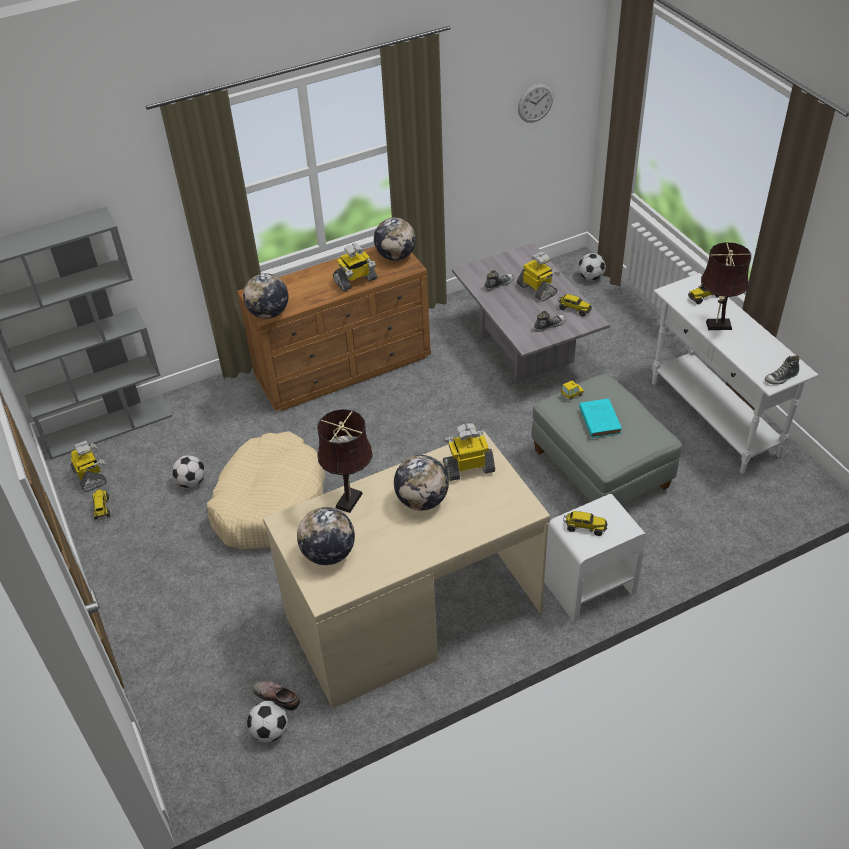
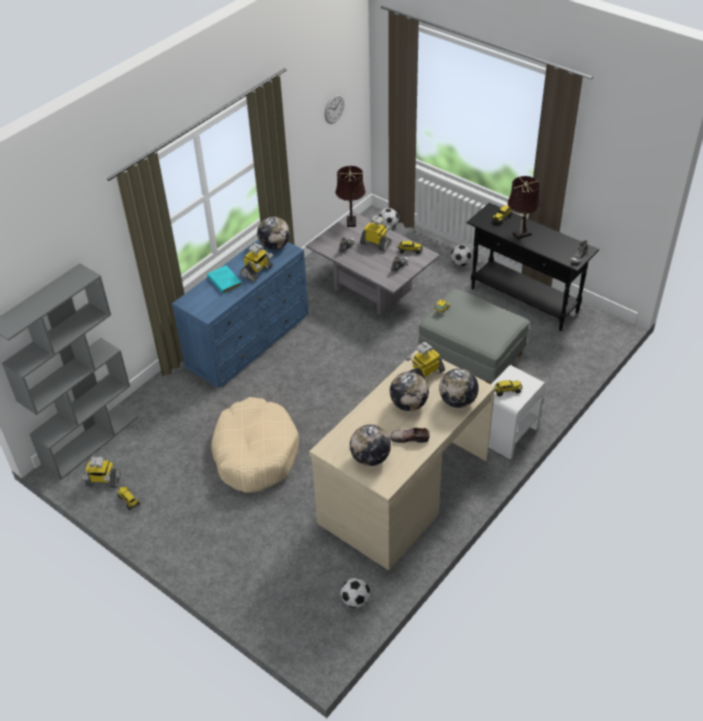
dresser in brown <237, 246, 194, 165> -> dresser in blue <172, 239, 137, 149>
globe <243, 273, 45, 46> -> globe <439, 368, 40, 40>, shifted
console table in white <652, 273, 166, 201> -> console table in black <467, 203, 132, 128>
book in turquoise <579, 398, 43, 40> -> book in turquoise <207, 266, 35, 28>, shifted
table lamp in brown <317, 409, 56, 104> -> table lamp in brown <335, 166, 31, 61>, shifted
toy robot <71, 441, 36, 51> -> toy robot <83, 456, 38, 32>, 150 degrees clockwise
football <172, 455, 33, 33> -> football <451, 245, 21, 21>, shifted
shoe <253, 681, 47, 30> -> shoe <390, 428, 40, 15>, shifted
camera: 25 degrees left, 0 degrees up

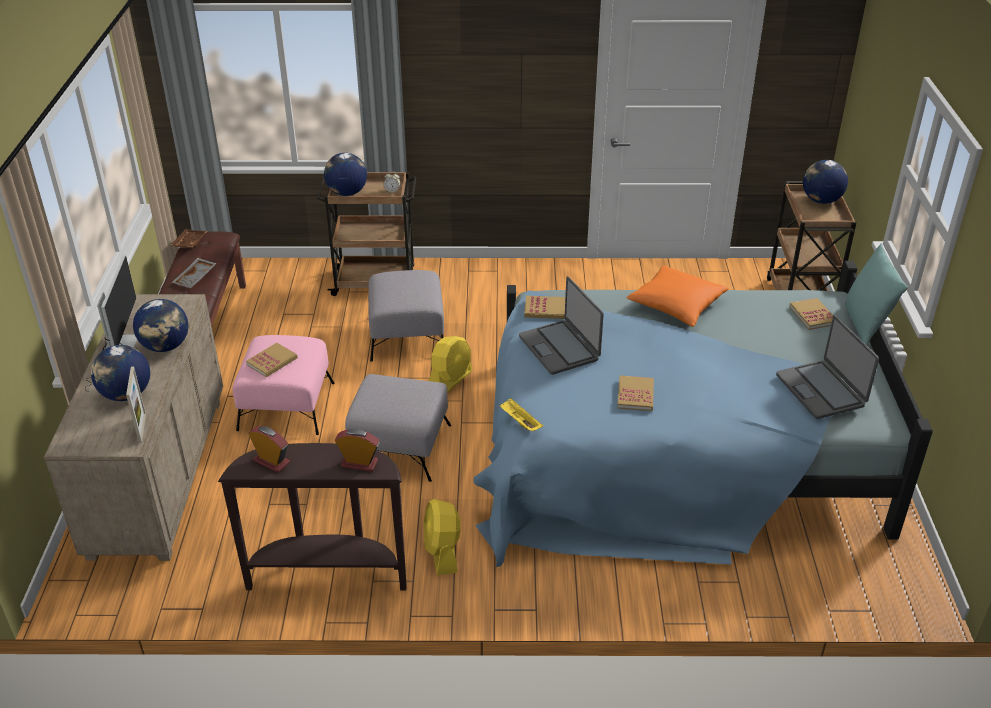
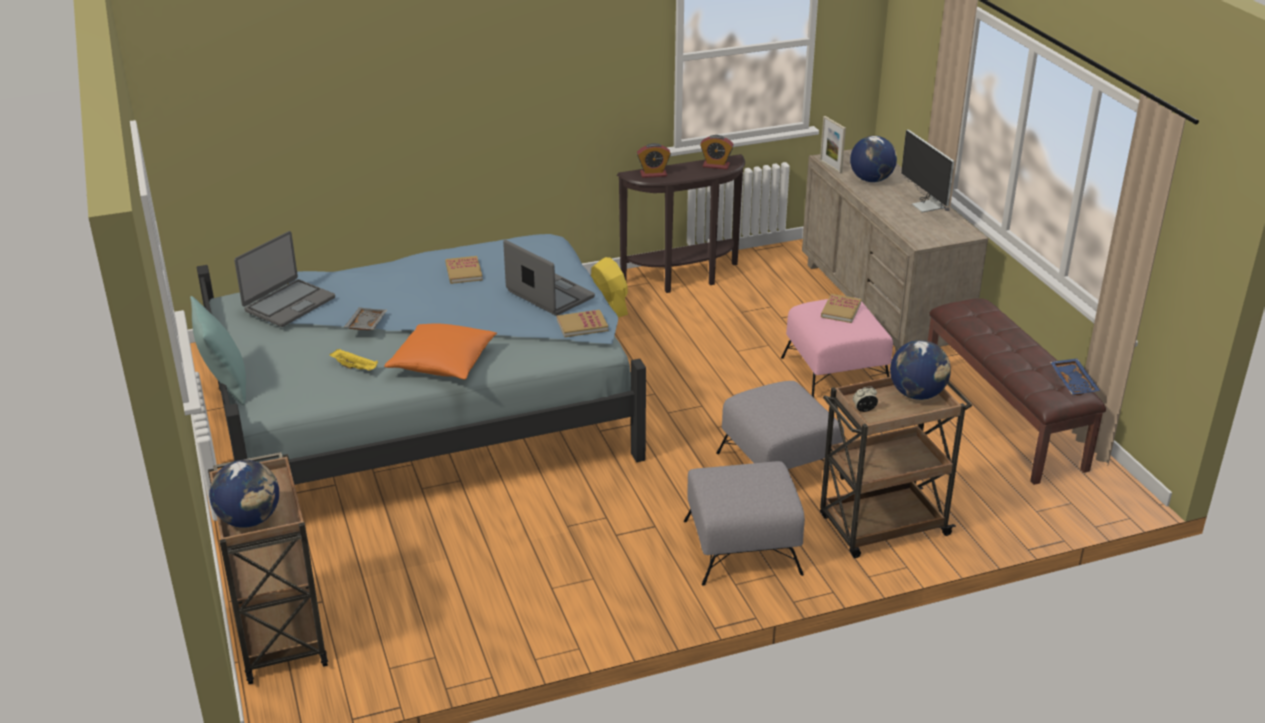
tray in brown <171, 229, 36, 19> -> tray in blue <1050, 358, 50, 37>
tray in grey <172, 258, 45, 30> -> tray in grey <344, 307, 43, 23>, shifted
book <789, 298, 44, 32> -> none
globe <133, 299, 55, 53> -> none
laptop <776, 316, 103, 103> -> laptop <234, 231, 101, 96>, 75 degrees clockwise
fan in yellow <429, 336, 44, 57> -> none
ottoman in grey <345, 374, 106, 108> -> ottoman in grey <684, 461, 121, 125>, shifted
tray in yellow <499, 398, 44, 33> -> tray in yellow <329, 349, 49, 22>, shifted
camera: 160 degrees right, 5 degrees down

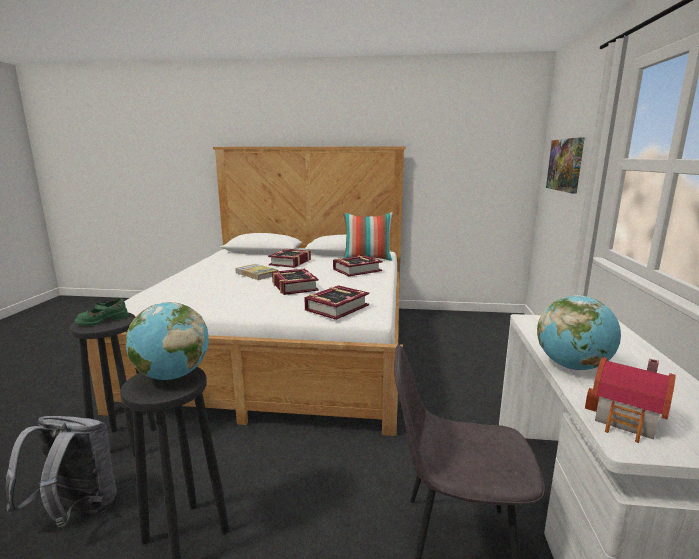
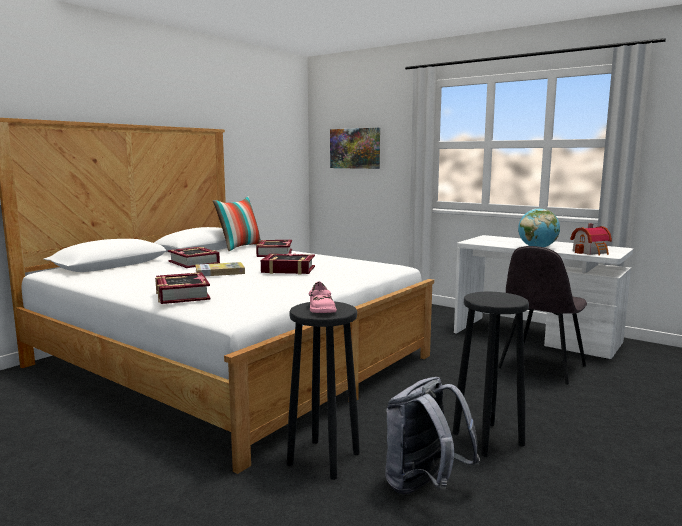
book <304, 285, 65, 35> -> book <155, 272, 56, 32>, shifted
shoe in green <75, 298, 53, 28> -> shoe in pink <309, 282, 28, 31>
globe <126, 302, 83, 78> -> none
camera: 60 degrees left, 5 degrees down

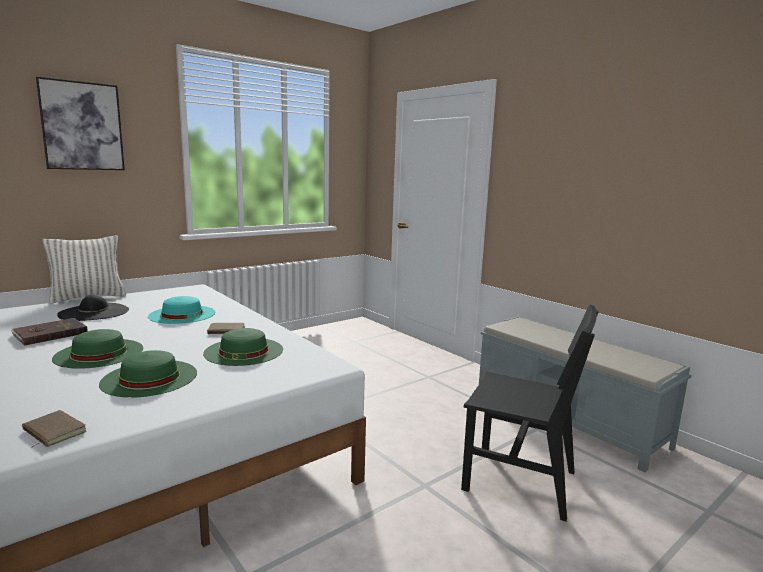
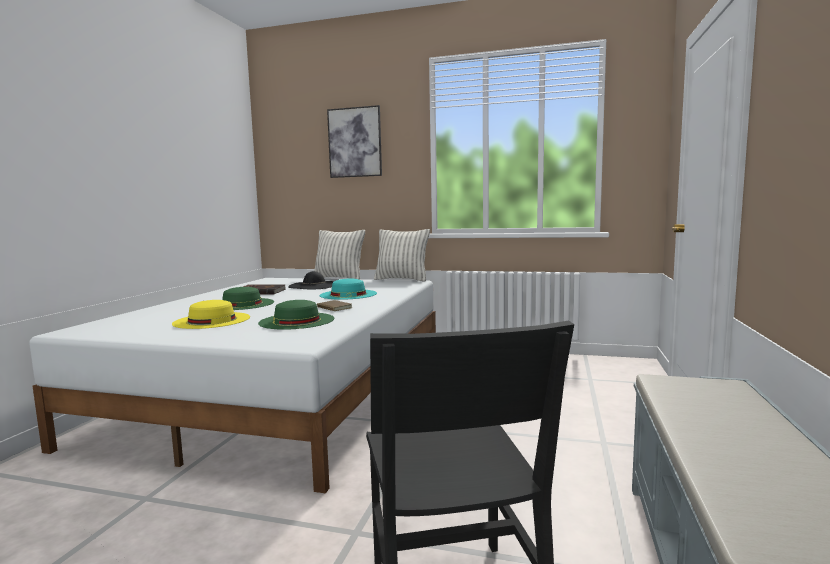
hat in green <99, 350, 98, 48> -> hat in yellow <172, 300, 78, 29>
book in brown <22, 410, 65, 38> -> none
none -> pillow <374, 229, 56, 53>
camera: 55 degrees right, 5 degrees down

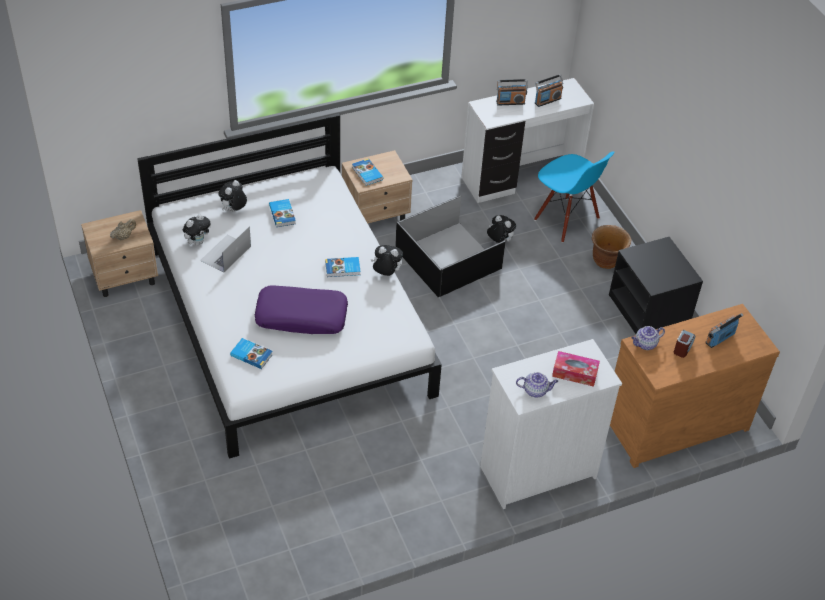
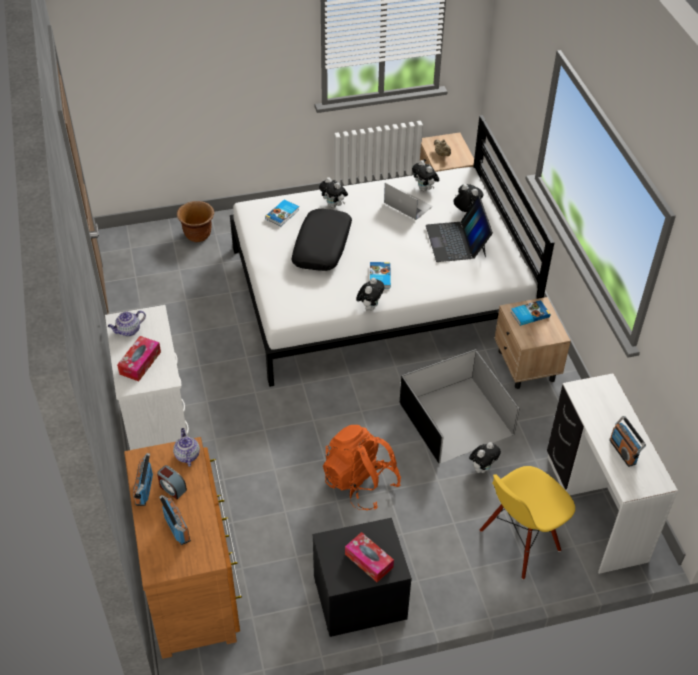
radio <496, 79, 32, 26> -> radio <133, 453, 20, 53>, shifted
chair in blue <534, 151, 81, 92> -> chair in yellow <480, 466, 95, 114>
book <269, 199, 27, 28> -> laptop <426, 196, 67, 66>
planter in brown <592, 225, 39, 44> -> planter in brown <177, 201, 37, 41>, shifted
pillow in purple <255, 286, 93, 48> -> pillow in black <292, 209, 60, 62>
teapot <516, 372, 42, 25> -> teapot <108, 310, 38, 26>, 45 degrees clockwise
none -> plush toy <319, 177, 29, 31>
none -> backpack in orange <323, 425, 78, 85>
none -> tissue box <345, 532, 49, 50>
camera: 100 degrees right, 0 degrees up

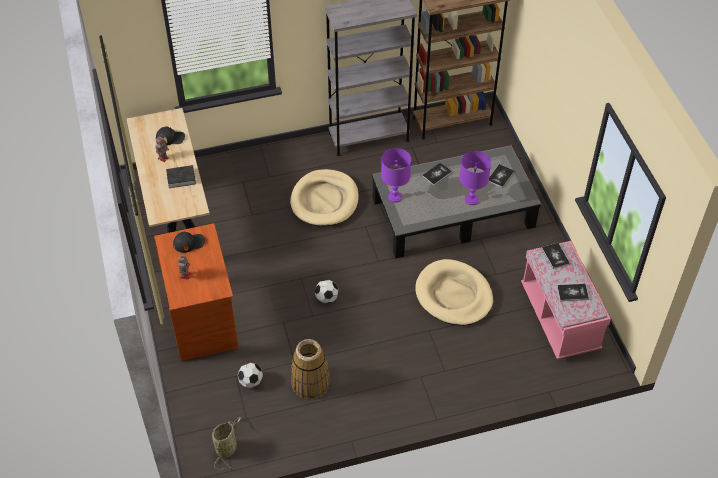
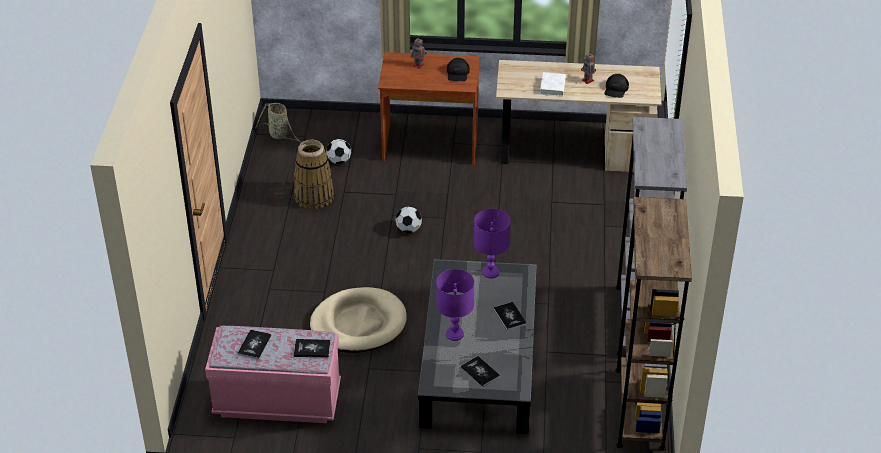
book in black <166, 165, 30, 23> -> book in white <540, 72, 26, 25>
dog bed in beige <290, 169, 69, 58> -> none
camera: 110 degrees right, 10 degrees down

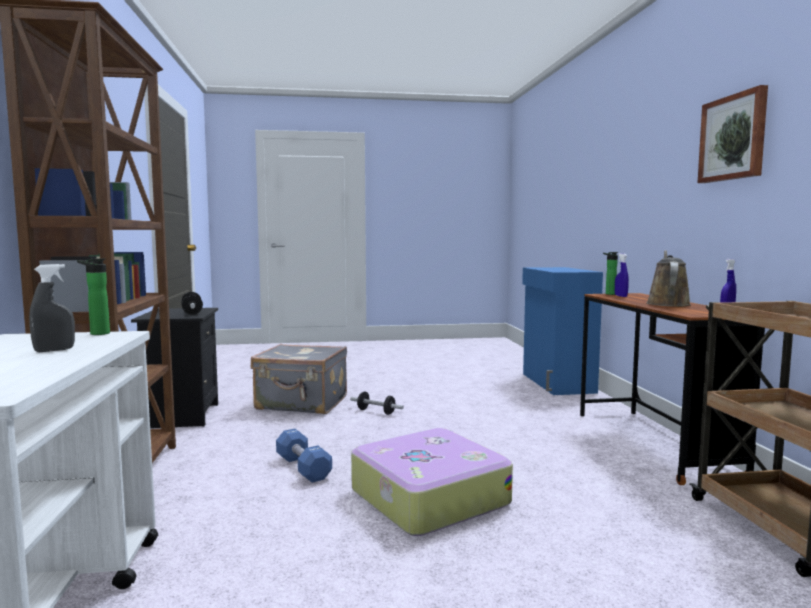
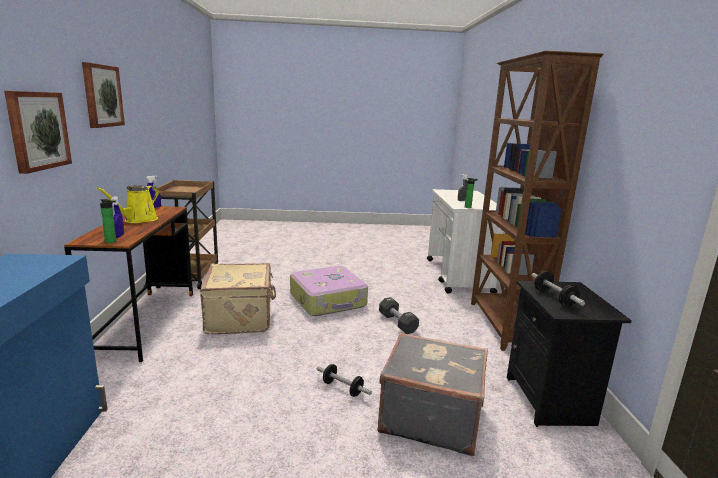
watering can in brown <646, 250, 45, 57> -> watering can in yellow <96, 185, 63, 38>
dumbbell in blue <276, 429, 56, 54> -> dumbbell in black <379, 297, 40, 37>
none -> picture <4, 91, 68, 83>
none -> suitcase in beige <200, 263, 76, 71>
camera: 175 degrees left, 10 degrees up

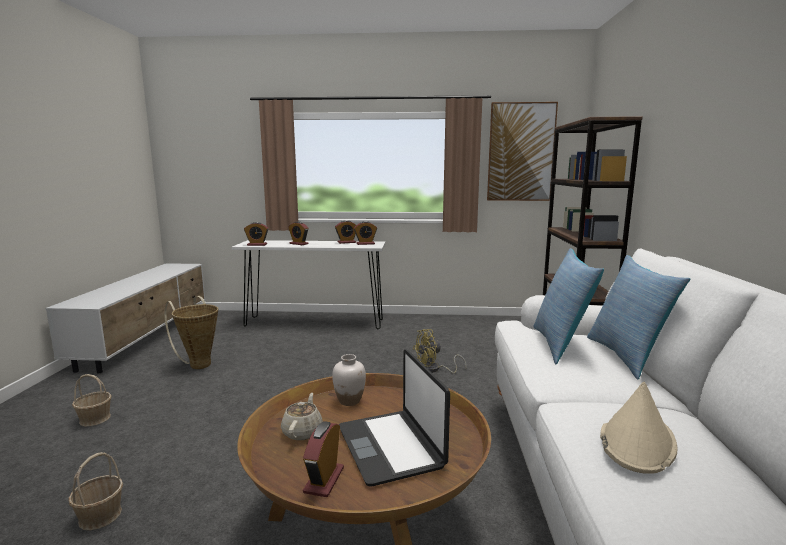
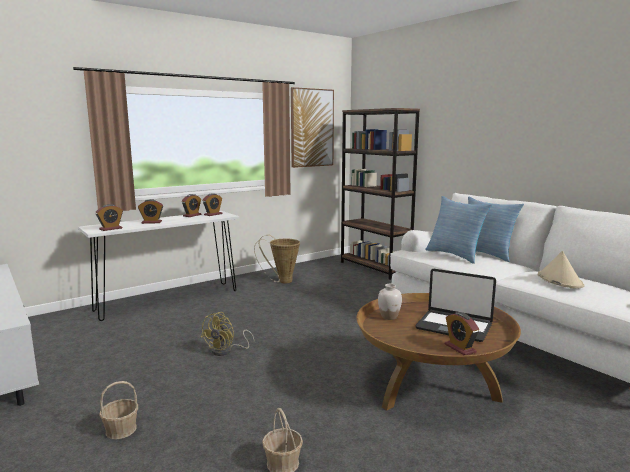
basket <164, 296, 54, 73> -> basket <254, 235, 46, 48>, shifted
fan in yellow <413, 329, 54, 44> -> fan in yellow <201, 312, 53, 44>, shifted
teapot in beige <281, 393, 42, 47> -> none
camera: 40 degrees left, 0 degrees up

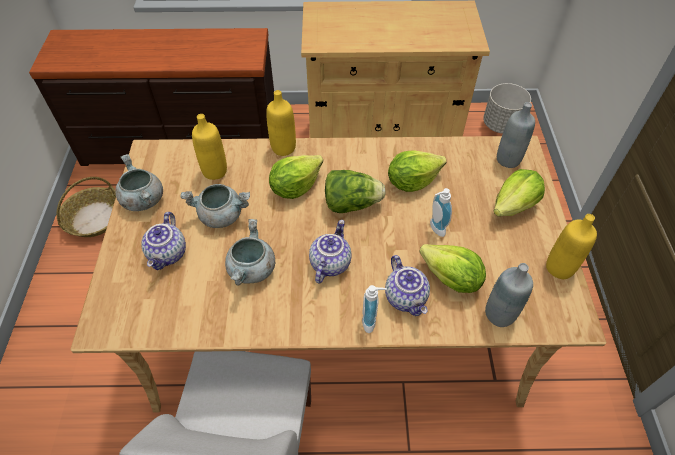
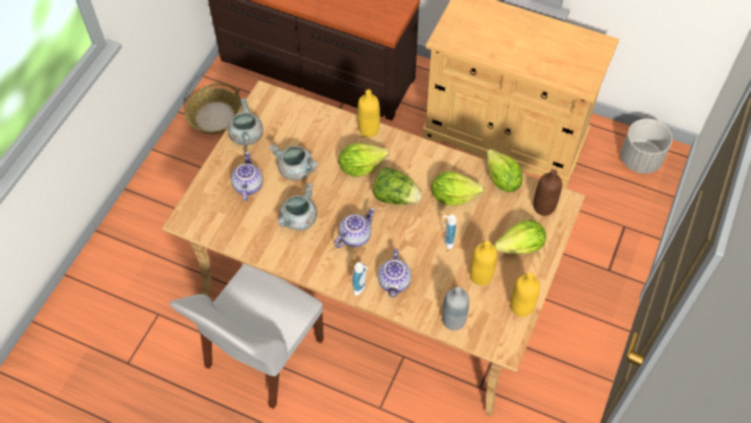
bottle in grey <497, 102, 38, 66> -> bottle in brown <533, 169, 29, 47>
bottle in yellow <192, 114, 35, 66> -> bottle in yellow <470, 241, 27, 45>, shifted
teapot <141, 212, 45, 58> -> teapot <231, 152, 32, 49>, 150 degrees clockwise
lettuce <419, 244, 67, 49> -> lettuce <487, 149, 35, 43>, shifted
camera: 25 degrees right, 5 degrees up

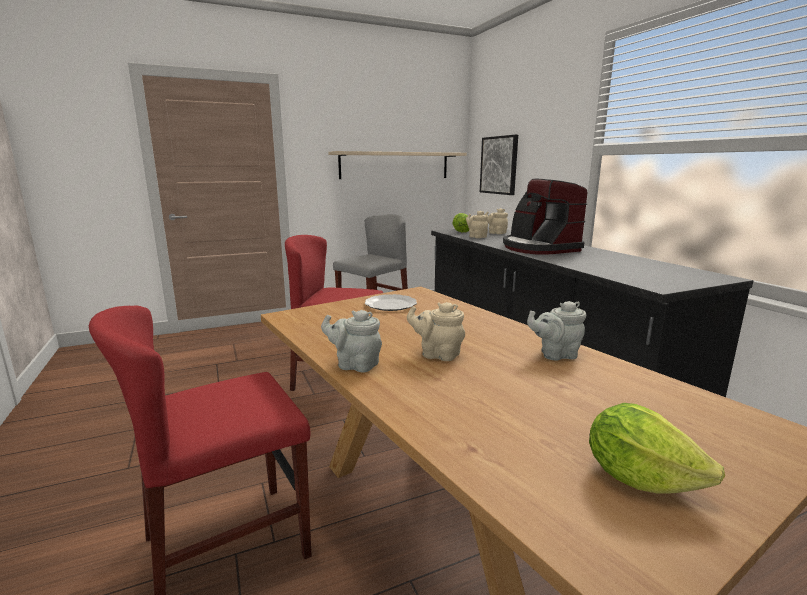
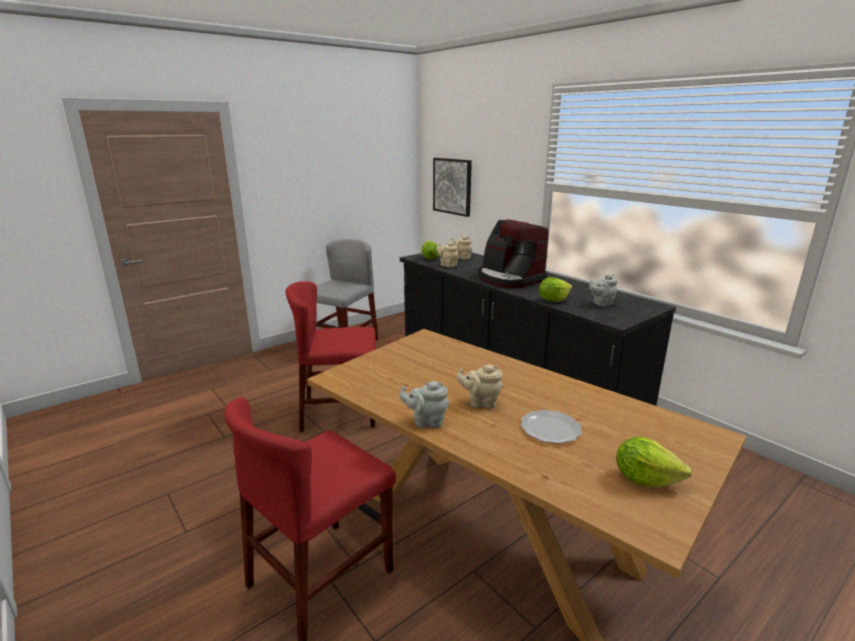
shelf in beige <328, 151, 139, 28> -> none
plate <365, 294, 52, 17> -> plate <521, 410, 61, 34>, shifted
teapot in grey <527, 301, 59, 60> -> teapot in grey <589, 274, 29, 33>, shifted
none -> lettuce <539, 277, 33, 25>
camera: 15 degrees left, 5 degrees up

